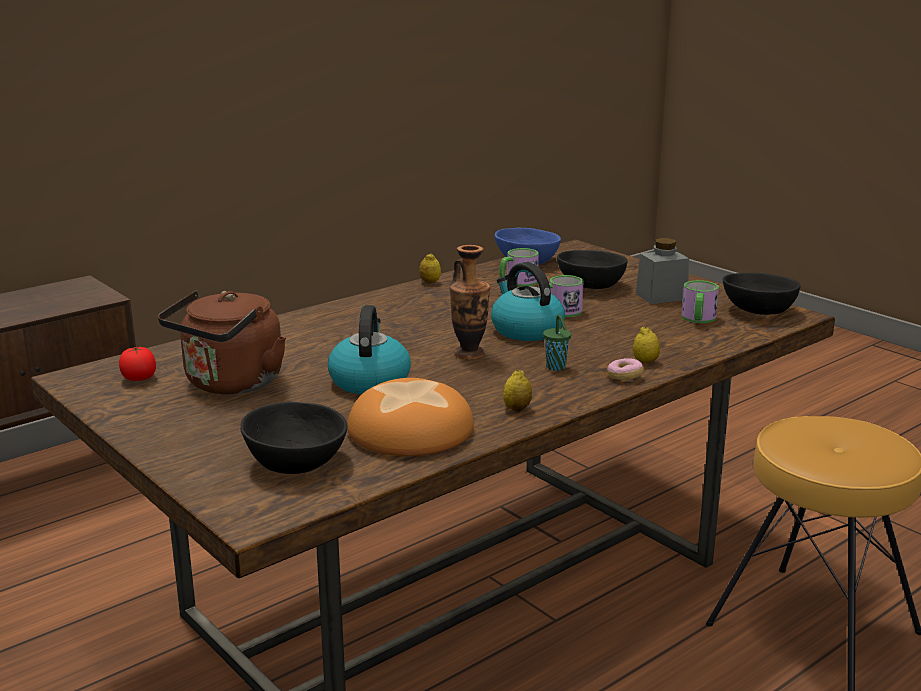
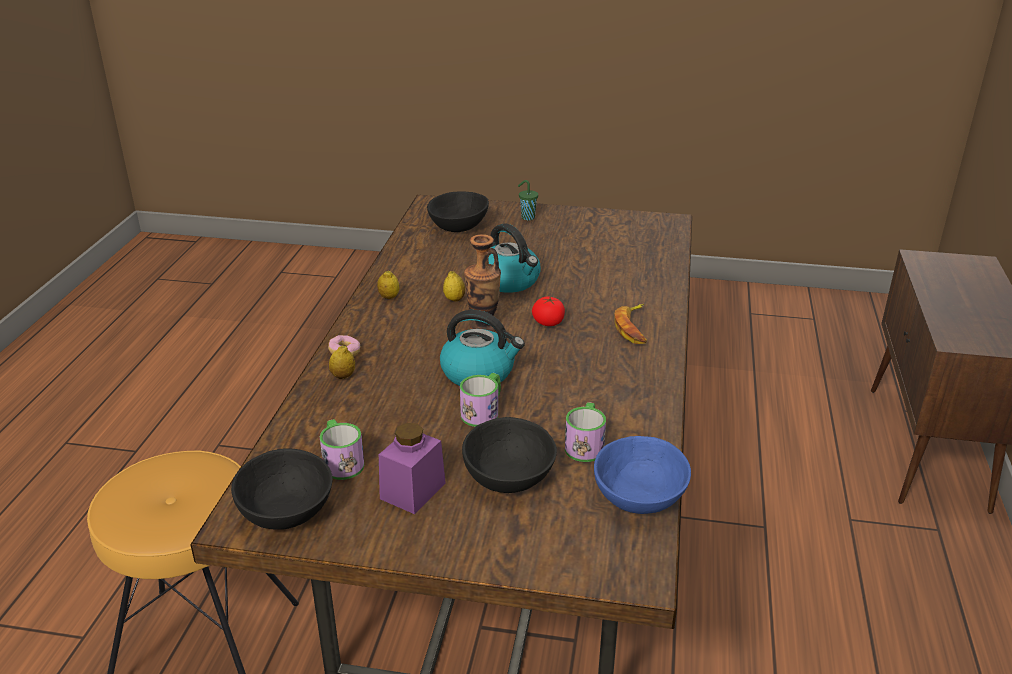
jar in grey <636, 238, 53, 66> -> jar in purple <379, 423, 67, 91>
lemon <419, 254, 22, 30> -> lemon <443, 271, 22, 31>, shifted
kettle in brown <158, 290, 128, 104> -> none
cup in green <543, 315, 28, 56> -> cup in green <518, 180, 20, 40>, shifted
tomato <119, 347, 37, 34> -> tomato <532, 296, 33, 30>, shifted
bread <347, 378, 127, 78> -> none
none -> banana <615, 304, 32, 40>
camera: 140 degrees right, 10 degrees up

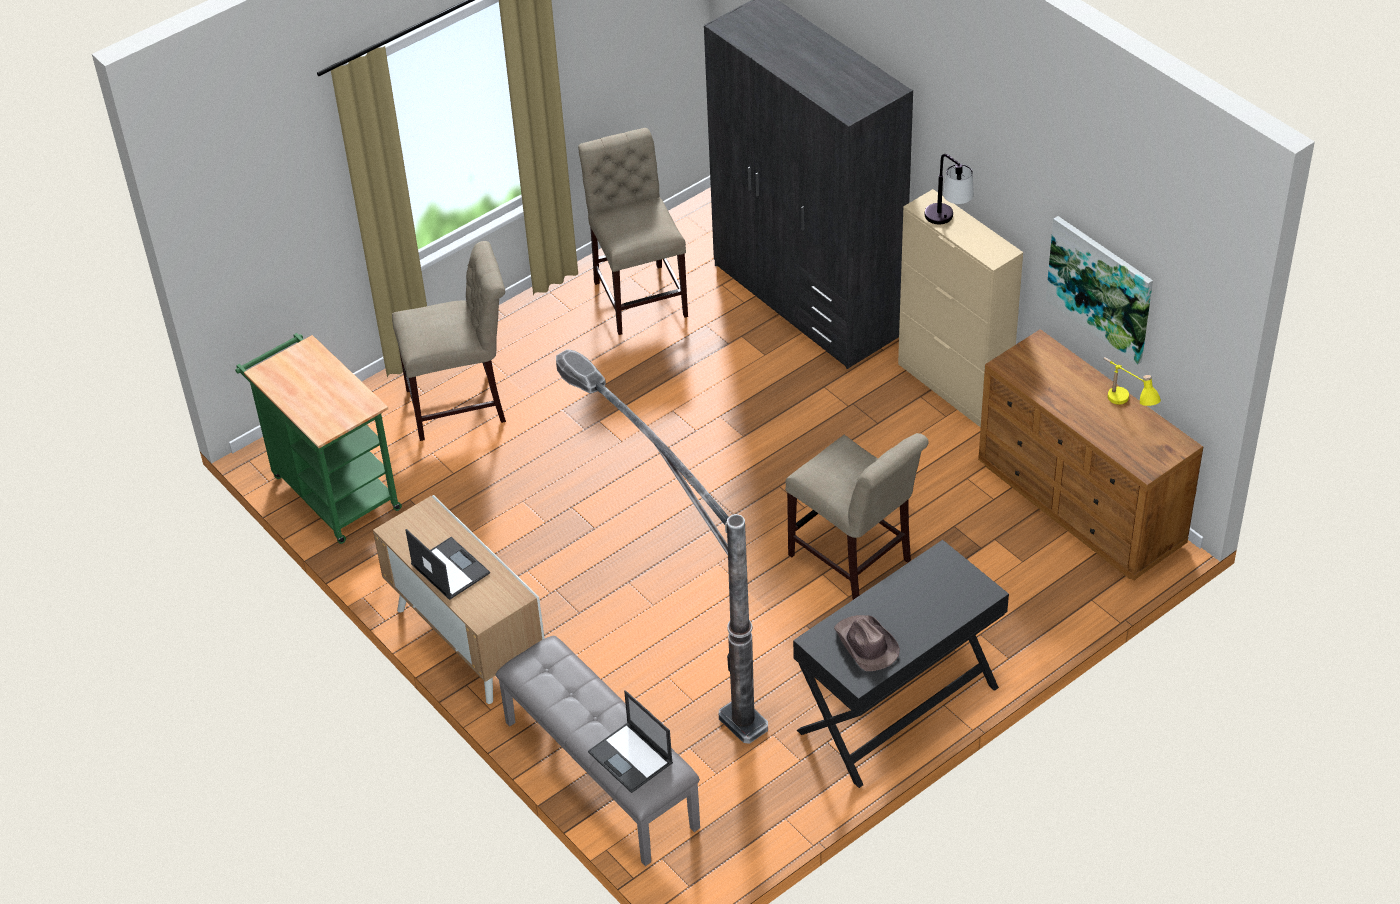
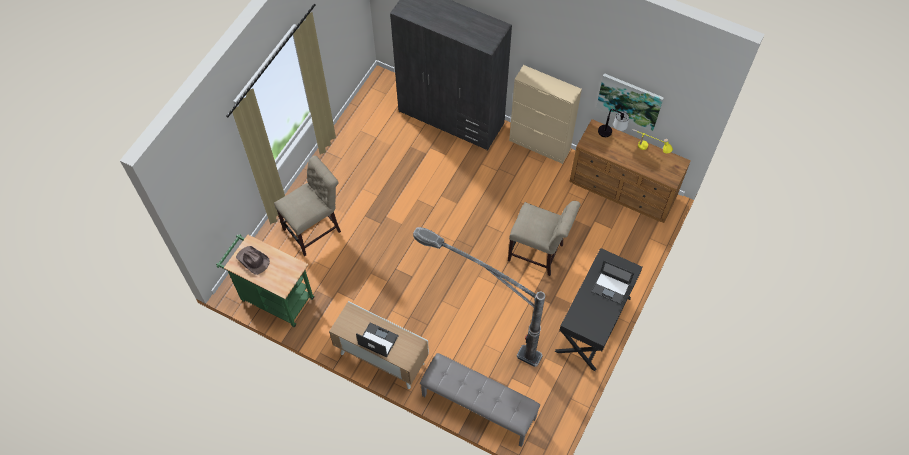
chair in beige <578, 128, 110, 207> -> none
table lamp <925, 154, 49, 70> -> table lamp <598, 109, 31, 28>, shifted
hat in brown <834, 615, 66, 56> -> hat in brown <236, 246, 34, 29>, shifted
laptop <588, 690, 85, 103> -> laptop <591, 261, 43, 44>, shifted
camera: 25 degrees left, 15 degrees up

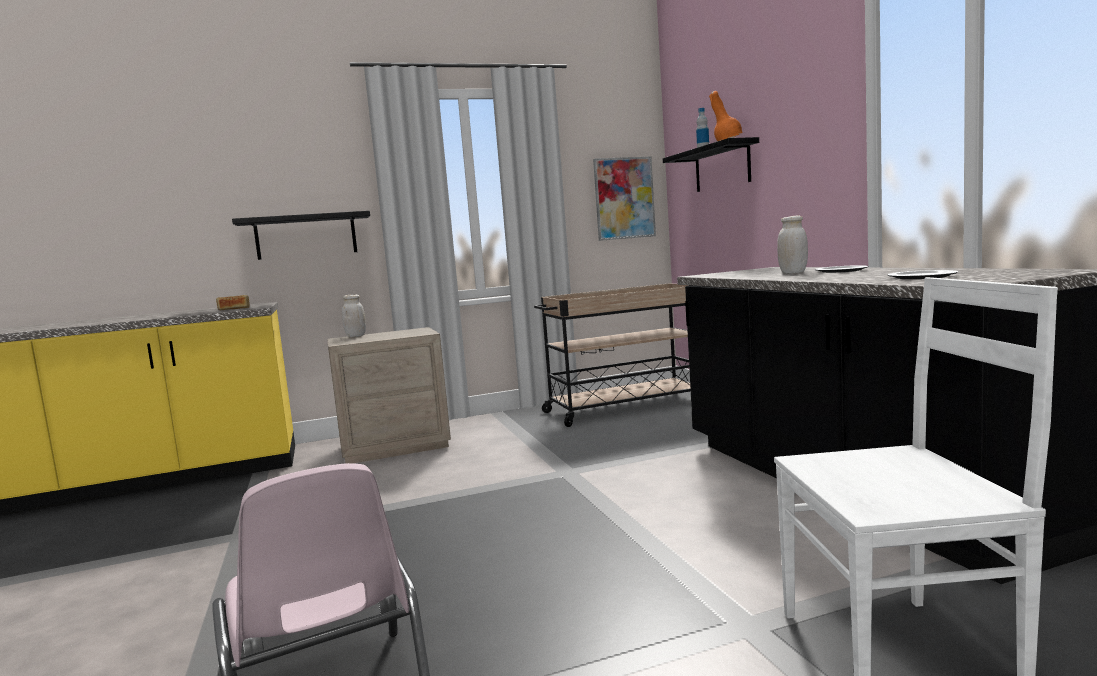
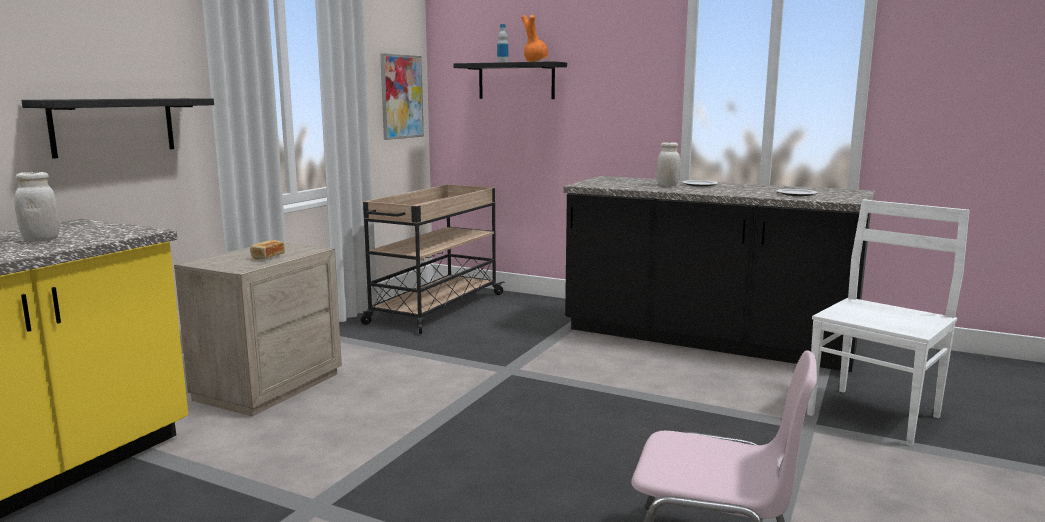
bread <216, 295, 34, 15> -> bread <250, 240, 35, 20>, shifted
jar in white <342, 295, 24, 42> -> jar in white <14, 172, 46, 70>, shifted
camera: 45 degrees left, 5 degrees up

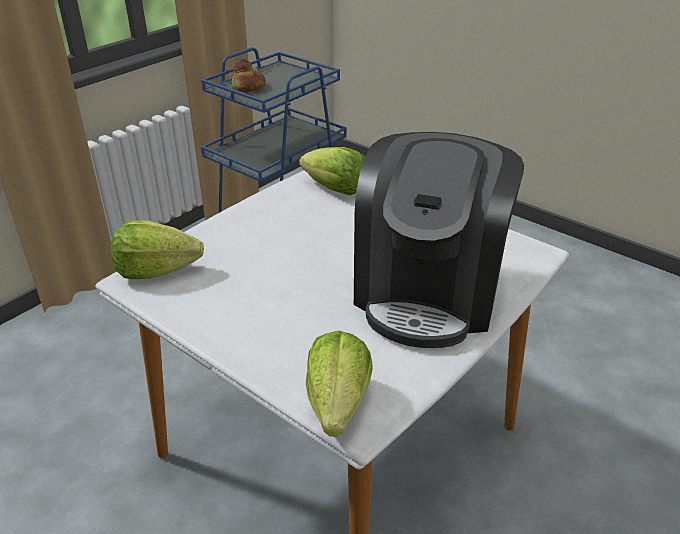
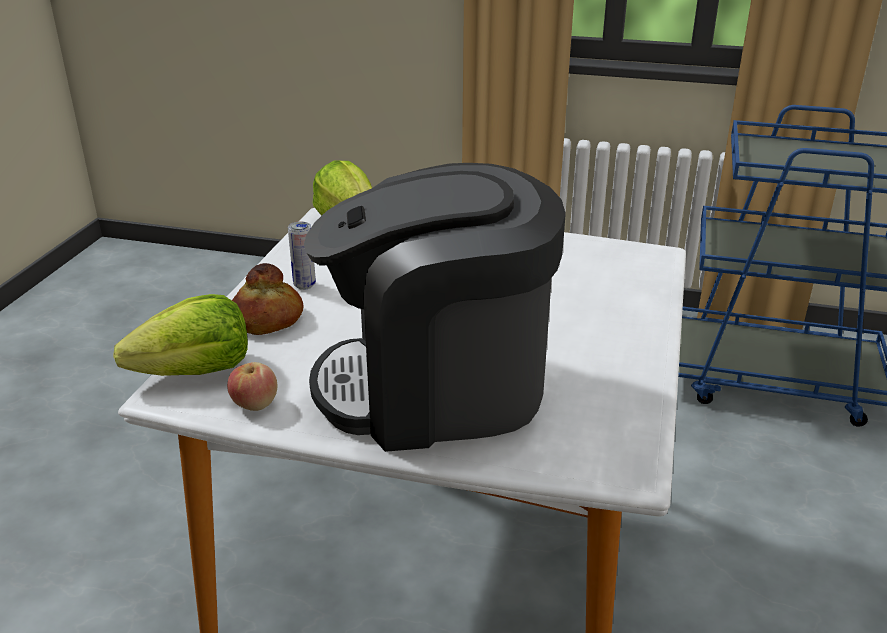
bread <232, 59, 34, 33> -> bread <232, 263, 71, 72>, shifted
lettuce <299, 147, 66, 48> -> none
none -> can <288, 221, 28, 69>
none -> apple <227, 362, 50, 49>
camera: 65 degrees right, 5 degrees down

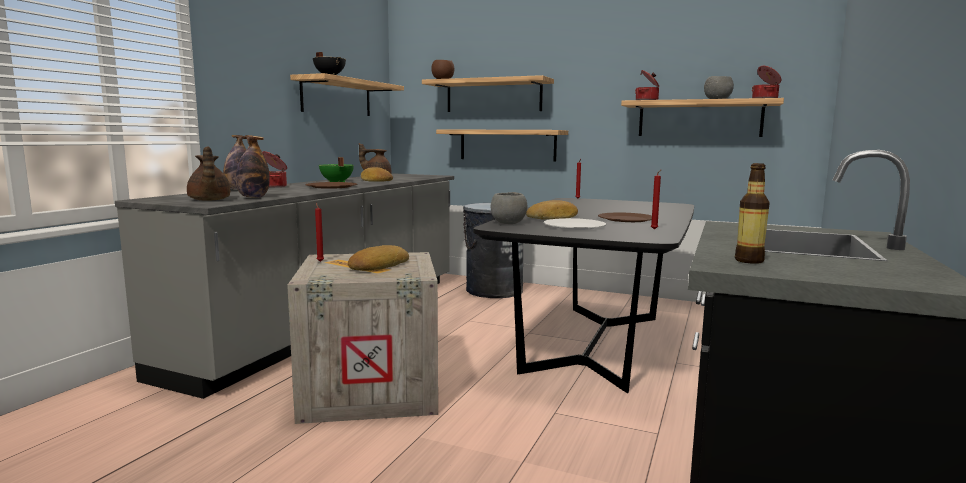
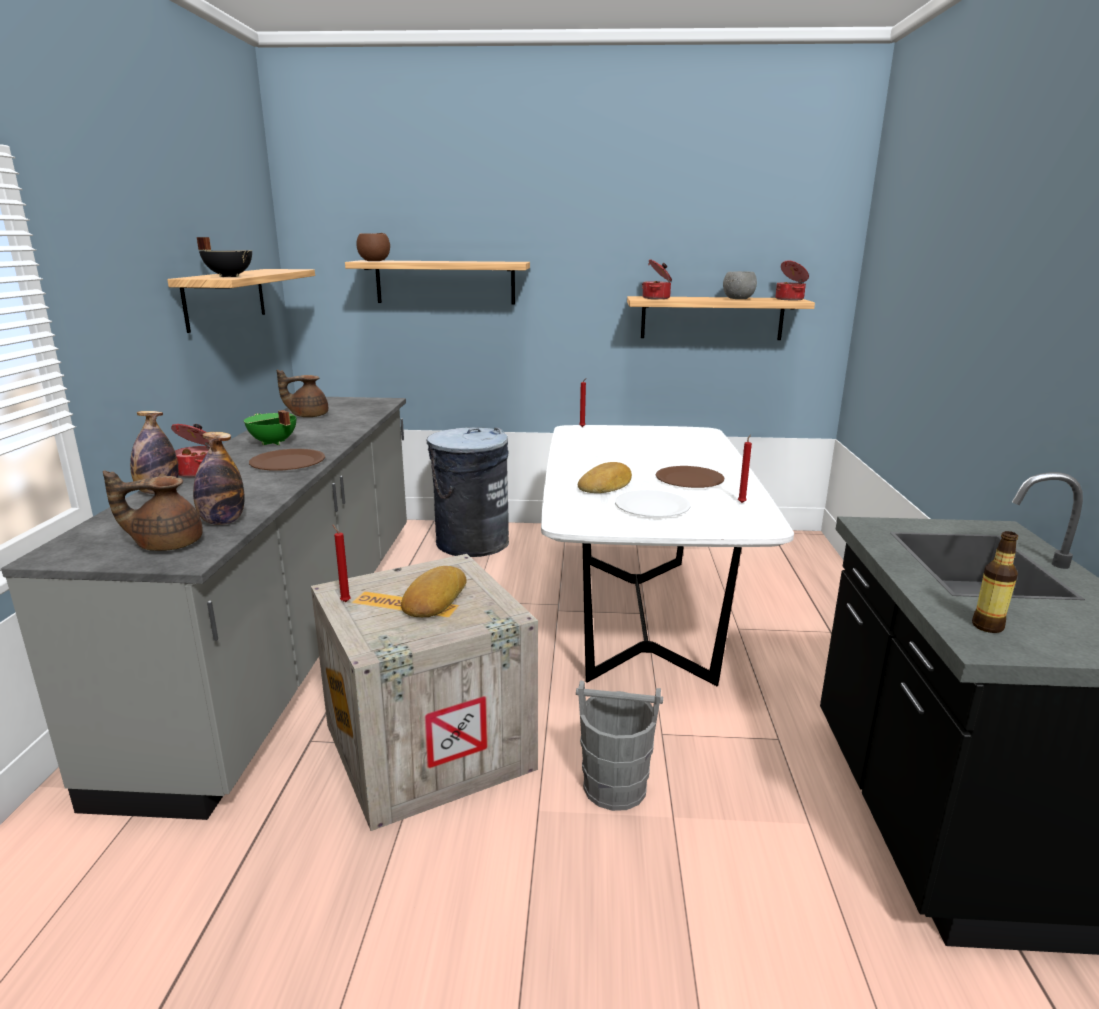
shelf <436, 129, 132, 33> -> none
teapot in brown <187, 146, 43, 55> -> teapot in brown <103, 470, 100, 81>, 120 degrees clockwise
bread <361, 167, 32, 15> -> none
bowl in grey <491, 192, 37, 32> -> none
dining table in black <473, 198, 221, 195> -> dining table in white <541, 425, 253, 261>
none -> bucket in grey <576, 680, 87, 131>
camera: 20 degrees left, 10 degrees up

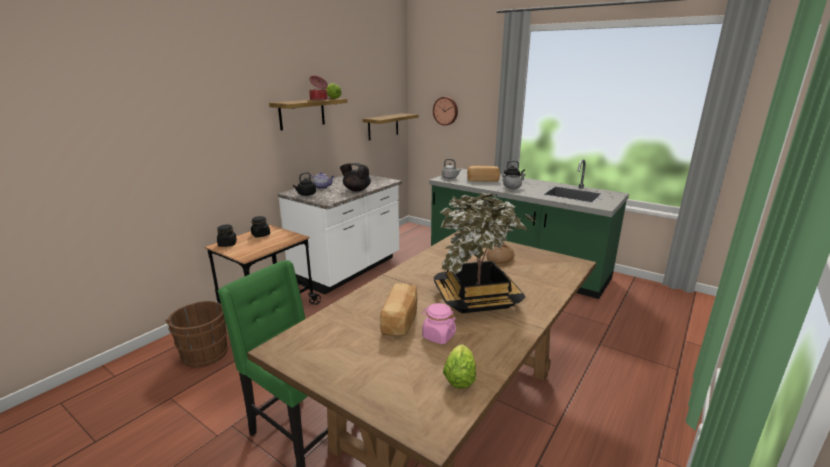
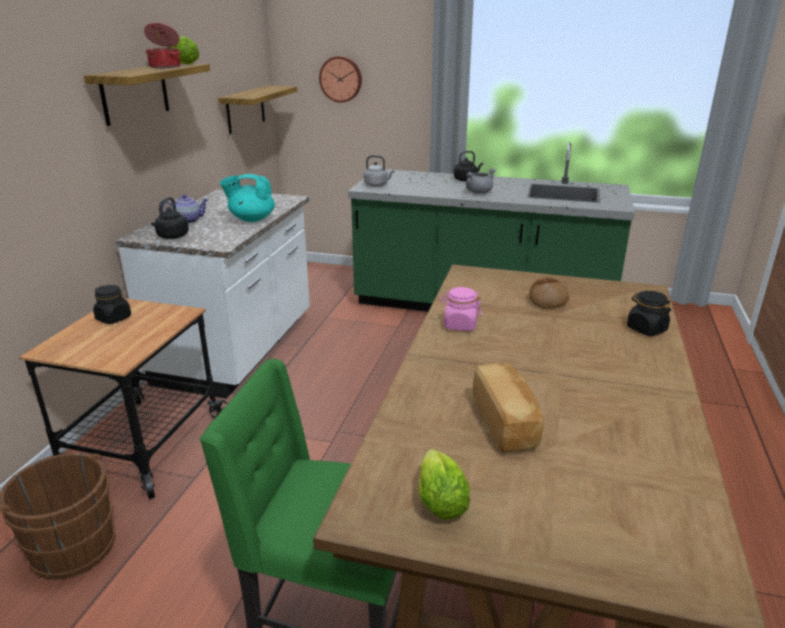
teapot in black <340, 163, 31, 29> -> teapot in turquoise <220, 174, 55, 48>
bread <467, 166, 33, 16> -> none
potted plant <434, 193, 104, 120> -> none
jar in black <217, 225, 20, 22> -> jar in black <627, 291, 44, 45>, shifted
jar in pink <422, 303, 34, 41> -> jar in pink <441, 287, 41, 44>, shifted
lettuce <443, 344, 33, 45> -> lettuce <418, 449, 52, 70>, shifted
camera: 20 degrees left, 5 degrees up

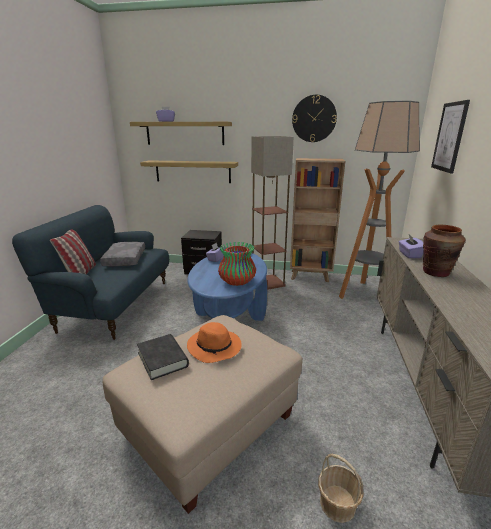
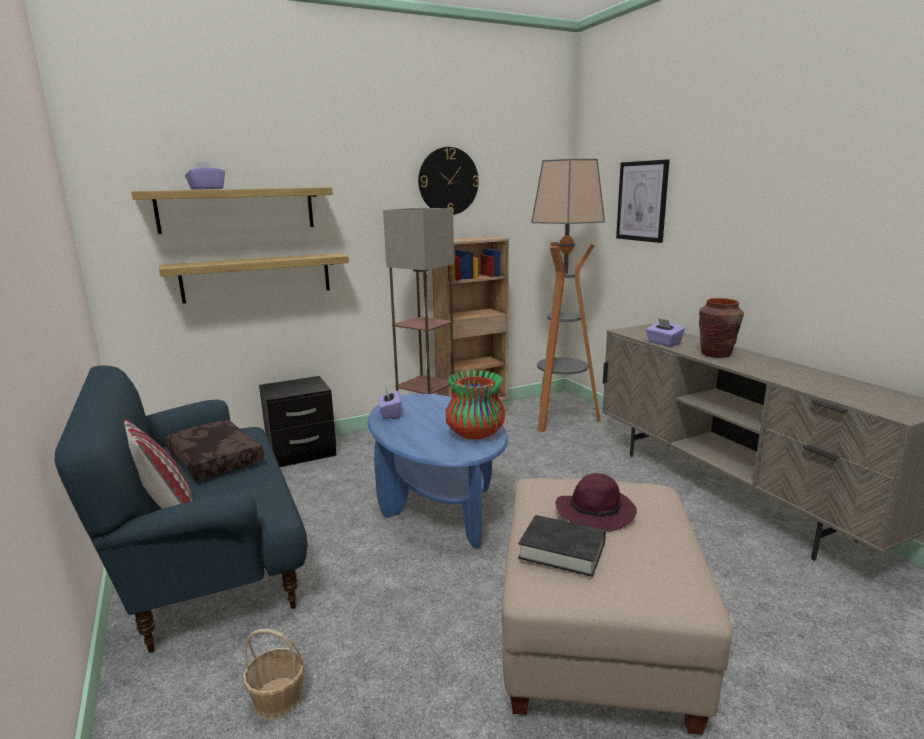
pillow in grey <100, 242, 45, 25> -> pillow in brown <165, 420, 99, 60>
hat in orange <187, 322, 55, 41> -> hat in purple <556, 473, 81, 58>
basket <318, 453, 46, 70> -> basket <243, 629, 62, 91>, shifted
camera: 35 degrees left, 5 degrees down

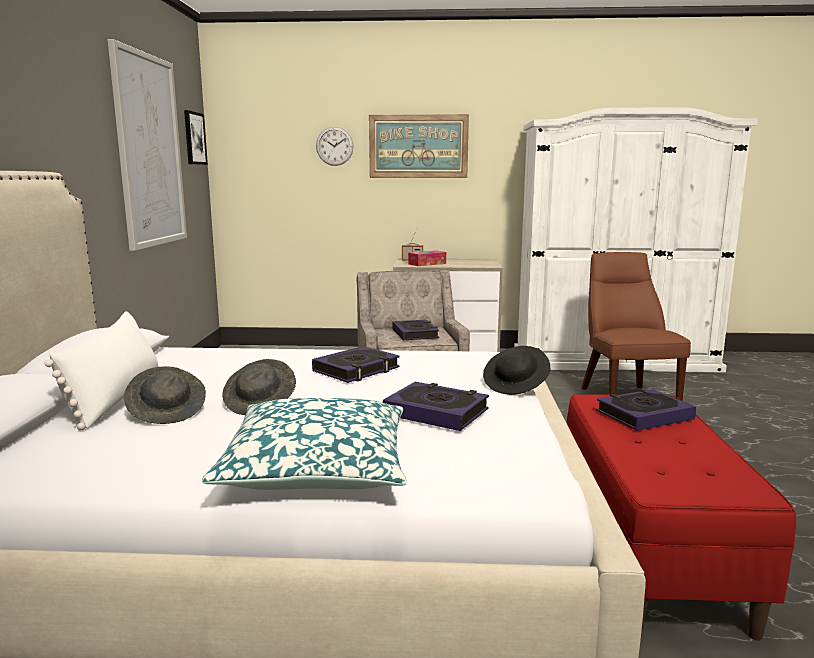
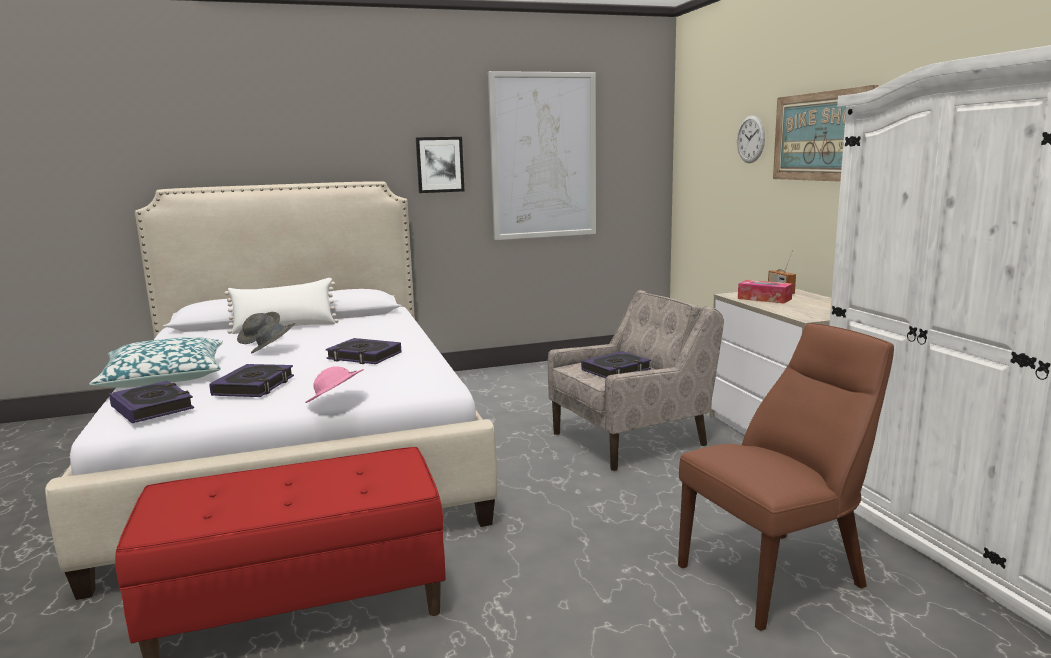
picture <184, 110, 24, 55> -> picture <416, 137, 48, 56>, shifted
hat in black <483, 346, 67, 49> -> hat in pink <305, 366, 59, 37>
book <596, 389, 100, 42> -> book <109, 381, 85, 42>, shifted
camera: 70 degrees right, 0 degrees up

